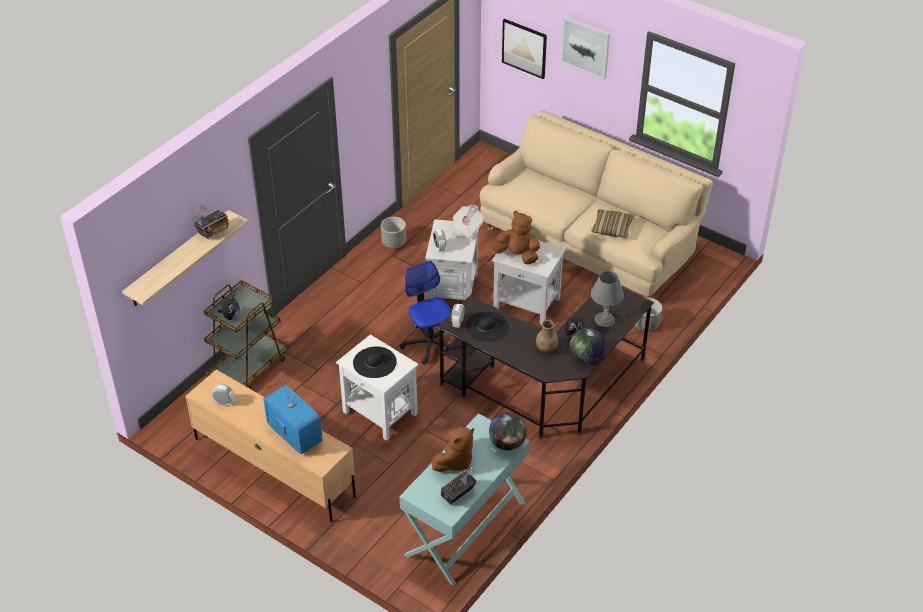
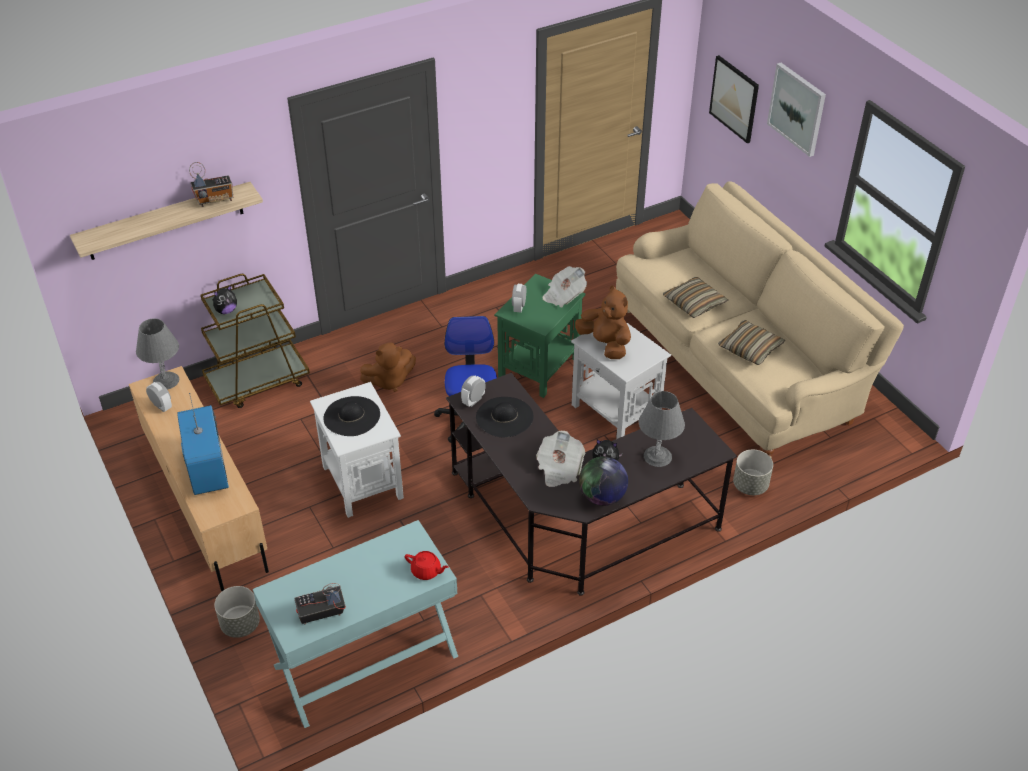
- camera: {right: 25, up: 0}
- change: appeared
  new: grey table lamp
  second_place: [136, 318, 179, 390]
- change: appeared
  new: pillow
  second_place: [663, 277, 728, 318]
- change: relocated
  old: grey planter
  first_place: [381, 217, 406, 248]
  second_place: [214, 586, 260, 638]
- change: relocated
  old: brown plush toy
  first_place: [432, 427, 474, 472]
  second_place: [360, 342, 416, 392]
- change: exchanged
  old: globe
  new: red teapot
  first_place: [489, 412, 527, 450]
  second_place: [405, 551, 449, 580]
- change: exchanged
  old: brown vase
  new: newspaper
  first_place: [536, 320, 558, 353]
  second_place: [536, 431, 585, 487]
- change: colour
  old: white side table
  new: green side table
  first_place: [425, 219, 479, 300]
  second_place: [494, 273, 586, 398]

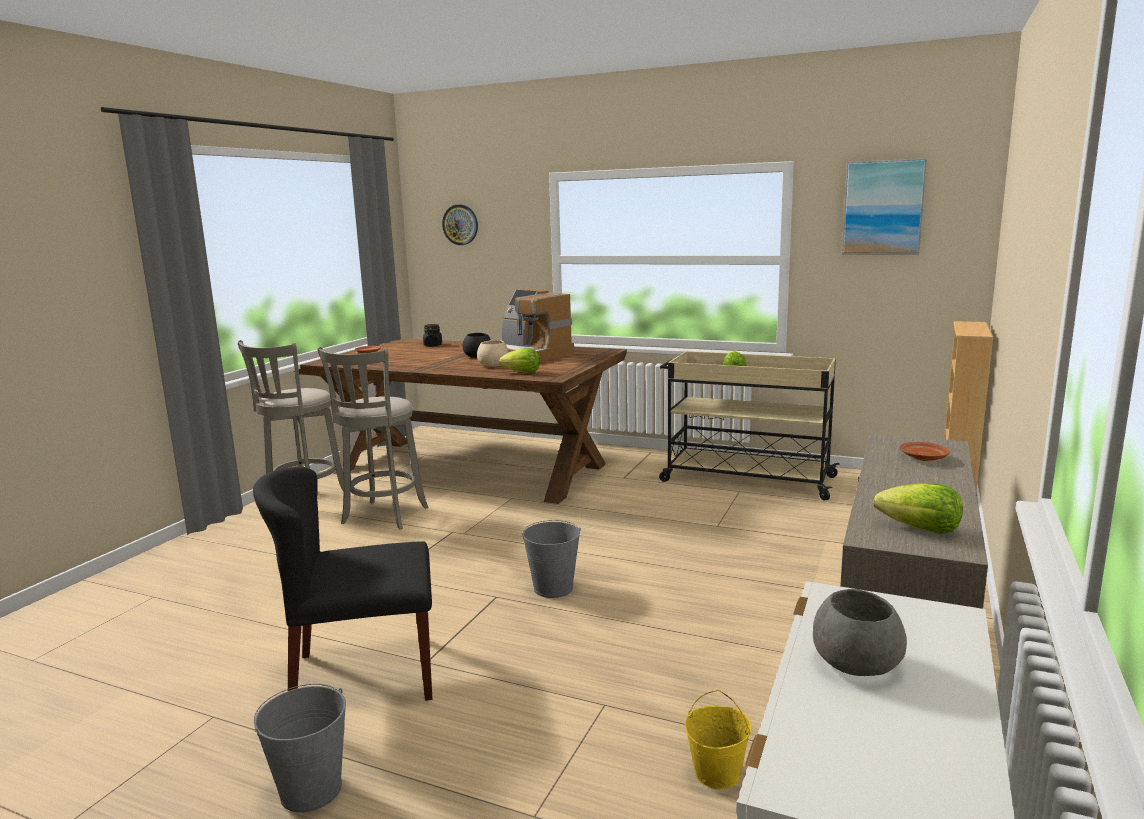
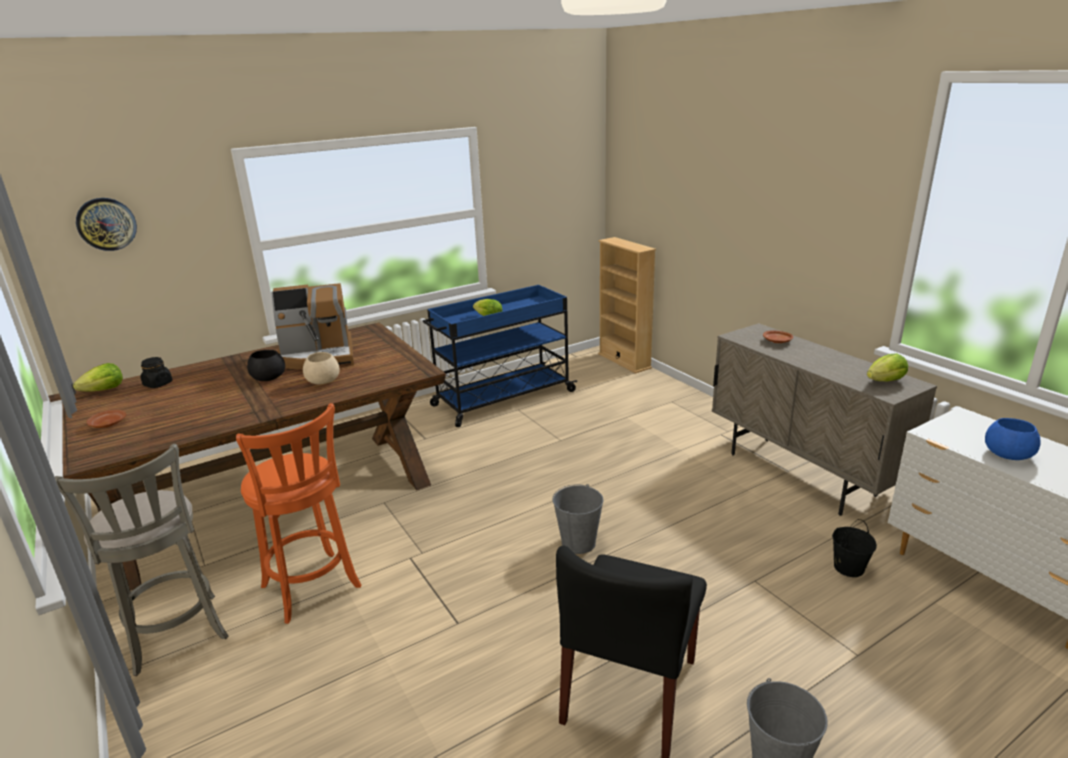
- camera: {right: -55, up: 10}
- change: missing
  old: picture
  first_place: [842, 158, 927, 255]
- change: relocated
  old: lettuce
  first_place: [499, 348, 540, 373]
  second_place: [73, 363, 123, 391]
- change: colour
  old: grey stool
  new: orange stool
  first_place: [318, 347, 429, 530]
  second_place: [236, 403, 362, 624]
- change: colour
  old: beige cart
  new: blue cart
  first_place: [659, 351, 840, 501]
  second_place: [423, 285, 577, 427]
- change: colour
  old: yellow bucket
  new: black bucket
  first_place: [685, 690, 751, 789]
  second_place: [832, 519, 877, 577]
- change: colour
  old: grey bowl
  new: blue bowl
  first_place: [813, 589, 907, 676]
  second_place: [985, 418, 1041, 460]

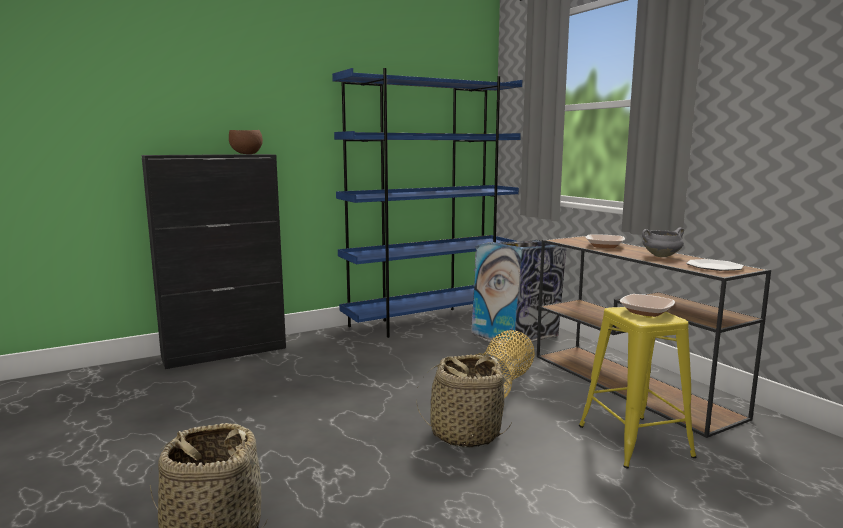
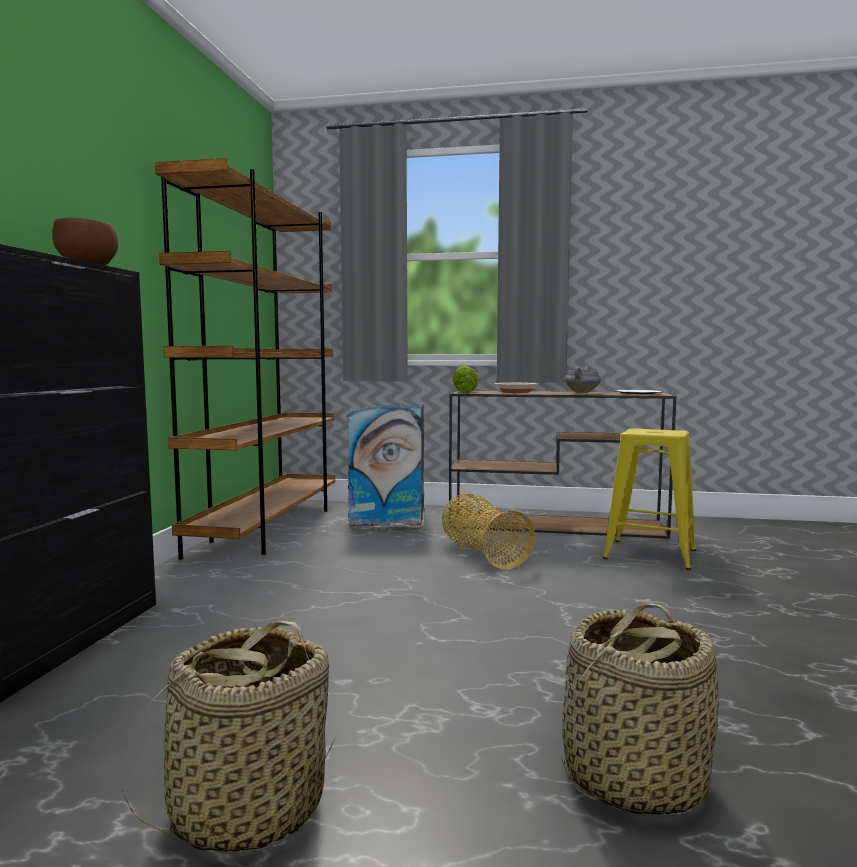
- camera: {right: -50, up: -5}
- change: missing
  old: bowl
  first_place: [620, 294, 675, 317]
- change: appeared
  new: lettuce
  second_place: [452, 366, 479, 392]
- change: relocated
  old: basket
  first_place: [416, 354, 511, 448]
  second_place: [120, 621, 335, 852]
- change: colour
  old: blue bookcase
  new: brown bookcase
  first_place: [332, 68, 522, 338]
  second_place: [155, 158, 335, 560]

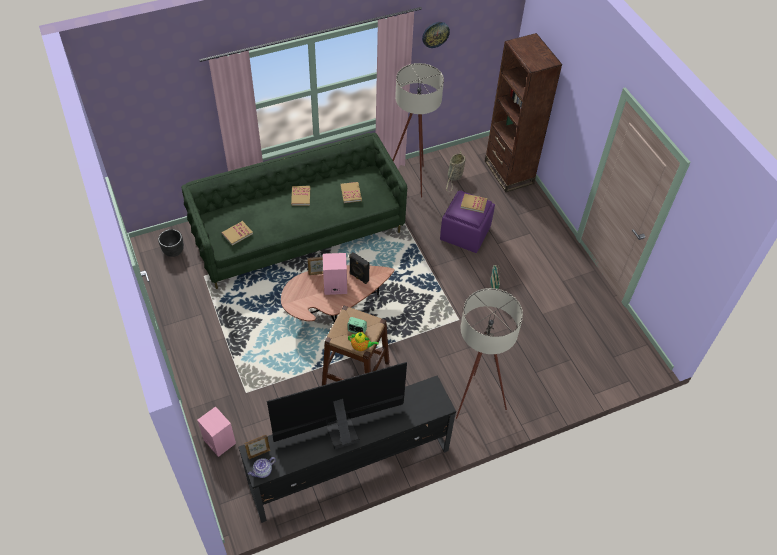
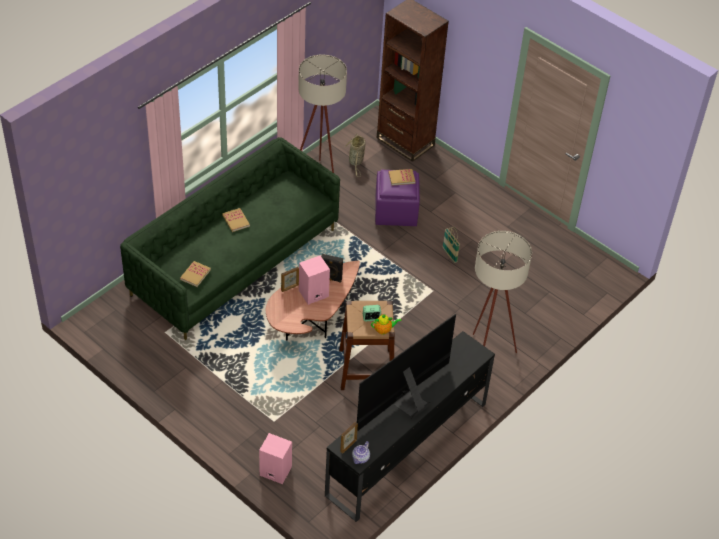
- camera: {right: -25, up: -5}
- change: missing
  old: black planter
  first_place: [158, 229, 184, 257]
- change: missing
  old: book
  first_place: [340, 182, 362, 203]
- change: missing
  old: wall clock
  first_place: [422, 22, 450, 48]

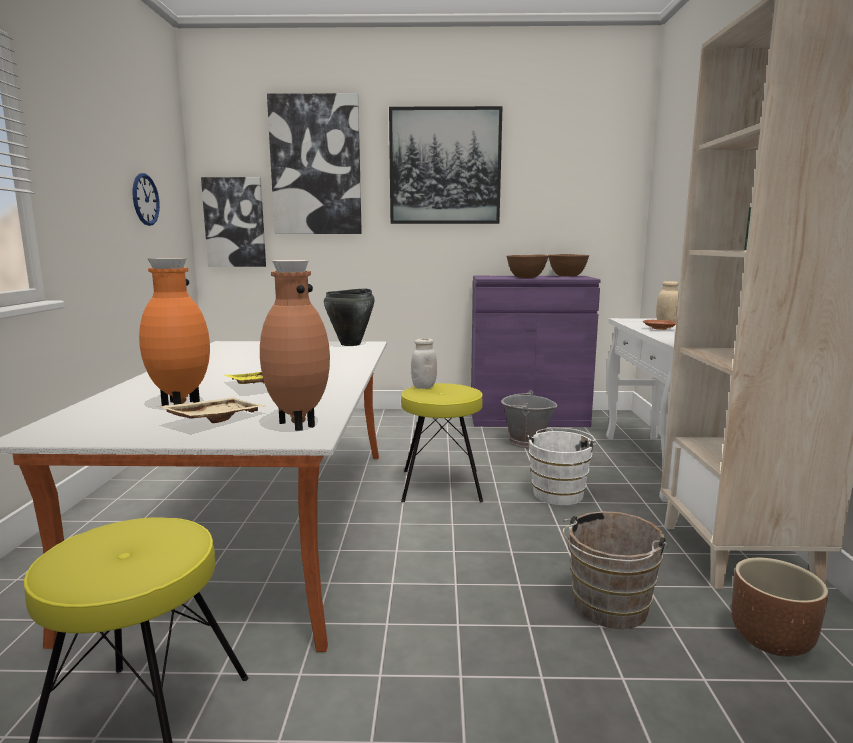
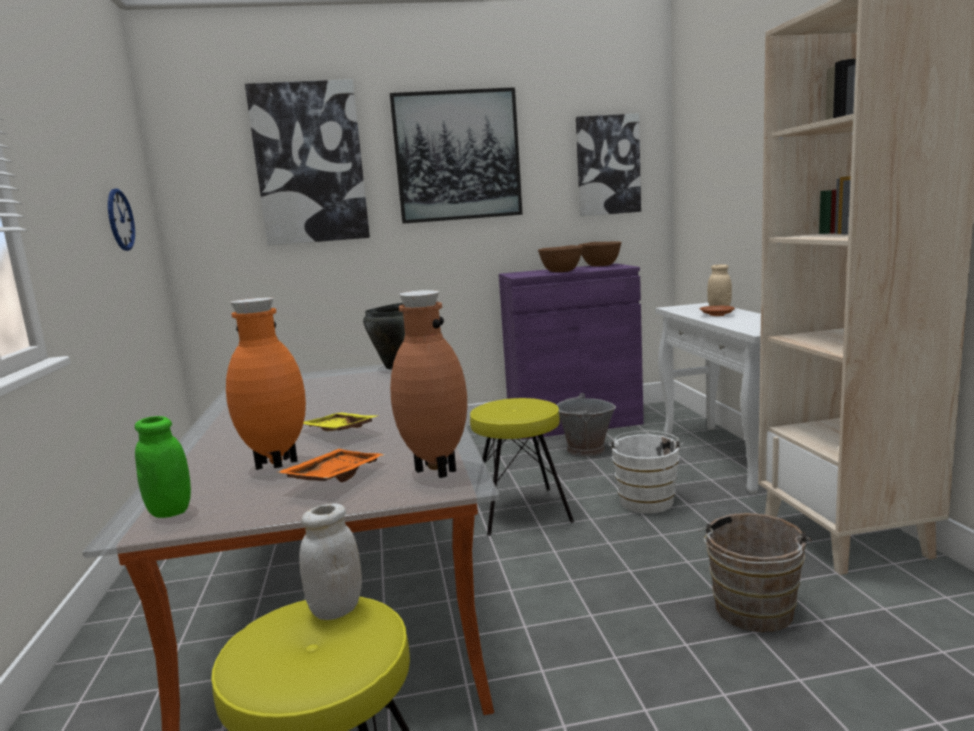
- camera: {right: -10, up: 0}
- change: missing
  old: brown planter
  first_place: [731, 558, 828, 657]
- change: appeared
  new: green jar
  second_place: [135, 416, 191, 518]
- change: relocated
  old: picture
  first_place: [201, 177, 266, 267]
  second_place: [576, 113, 641, 216]
- change: relocated
  old: white jar
  first_place: [411, 338, 437, 389]
  second_place: [299, 504, 362, 620]
- change: colour
  old: beige tray
  new: orange tray
  first_place: [157, 397, 265, 423]
  second_place: [277, 449, 386, 482]

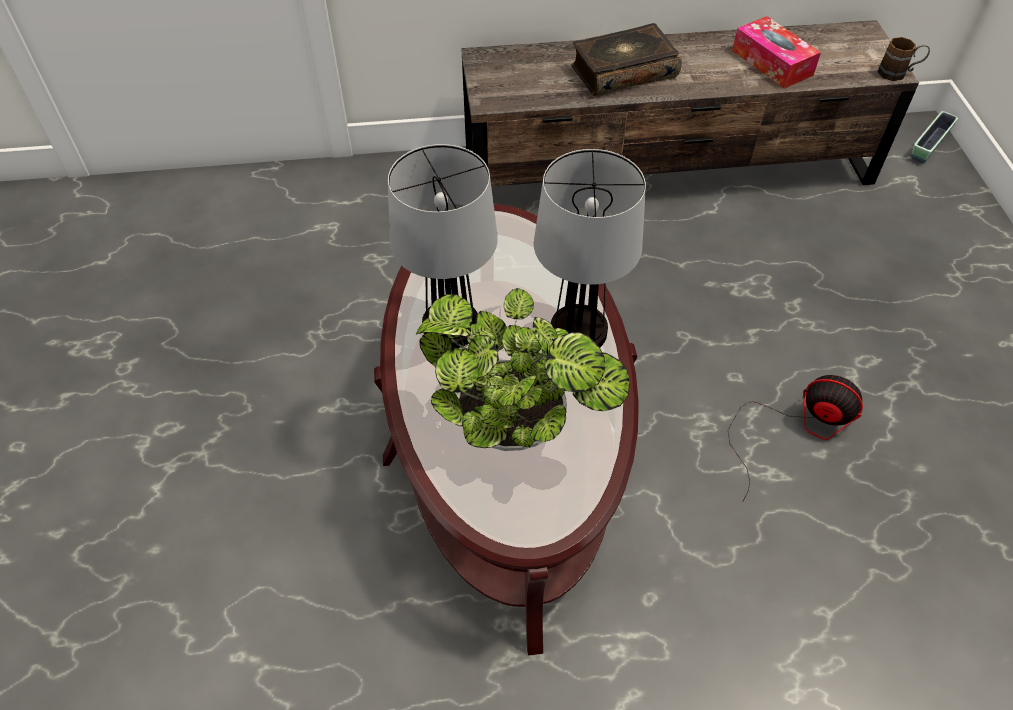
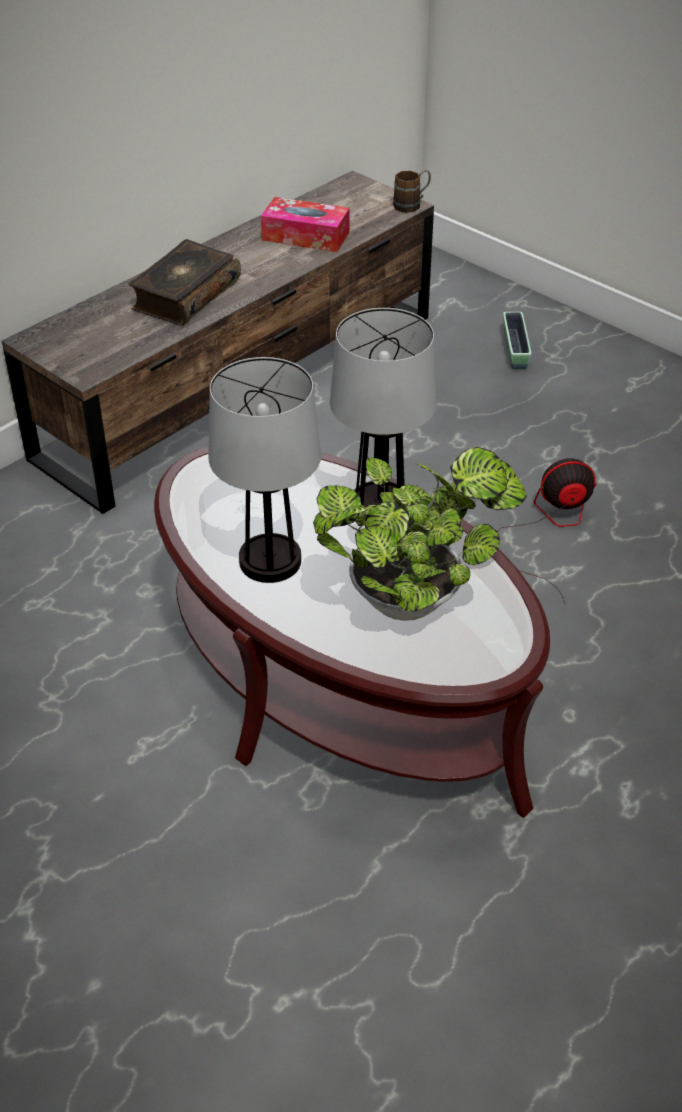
- camera: {right: -40, up: -10}
- change: relocated
  old: planter
  first_place: [911, 111, 958, 163]
  second_place: [503, 312, 531, 369]

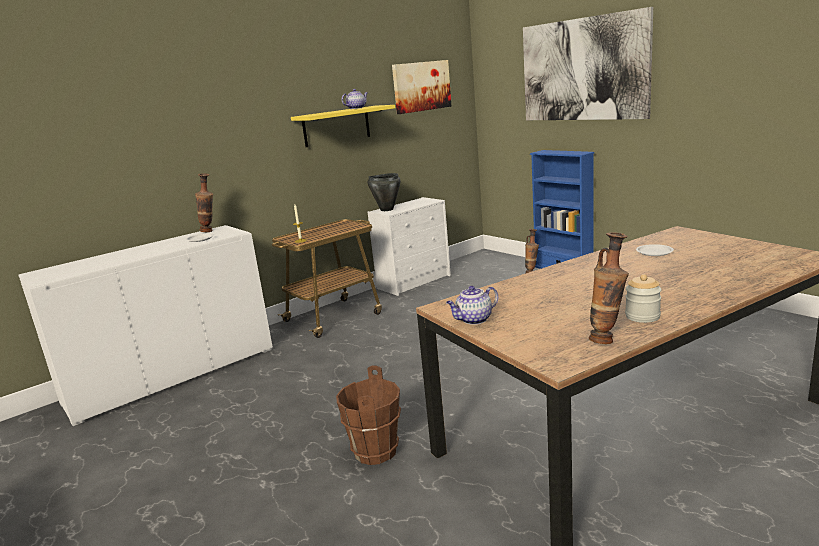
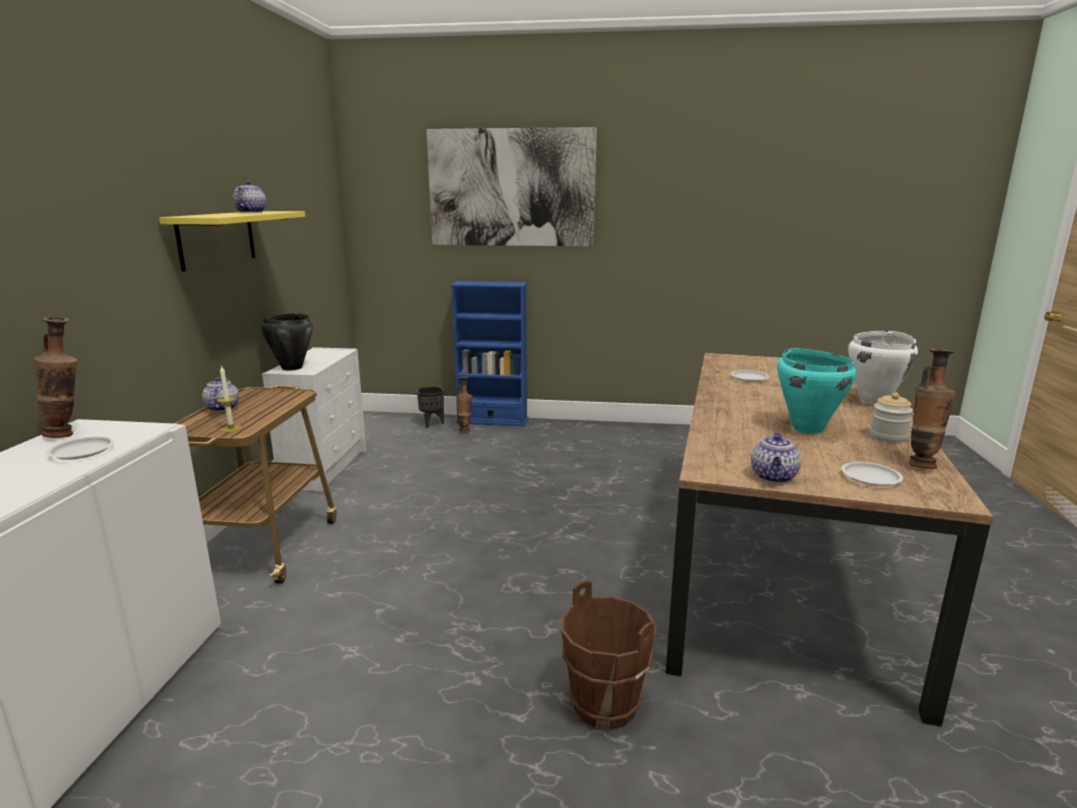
- camera: {right: -45, up: 0}
- change: missing
  old: picture
  first_place: [392, 60, 451, 114]
- change: appeared
  new: teapot
  second_place: [202, 377, 239, 412]
- change: appeared
  new: black planter
  second_place: [417, 386, 444, 428]
- change: appeared
  new: turquoise cooking pot
  second_place: [777, 348, 857, 434]
- change: appeared
  new: white plate
  second_place: [842, 462, 903, 486]
- change: appeared
  new: white cooking pot
  second_place: [848, 331, 918, 405]

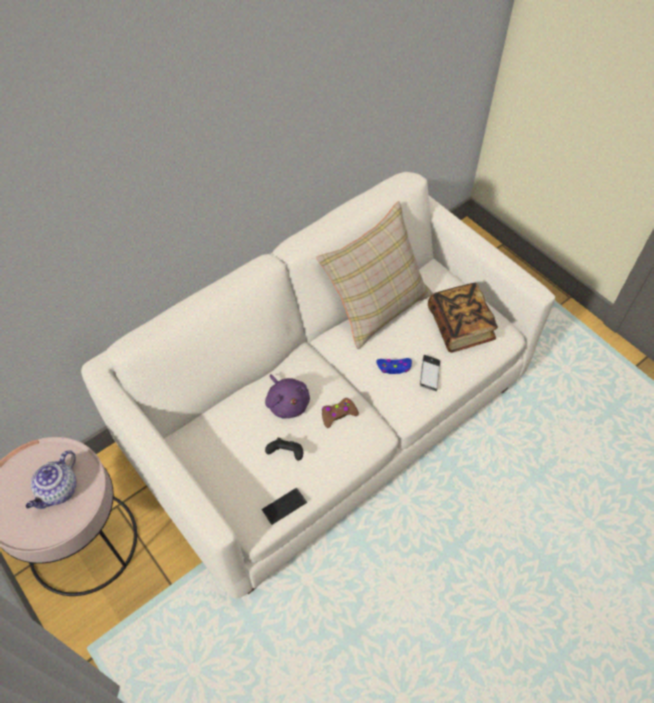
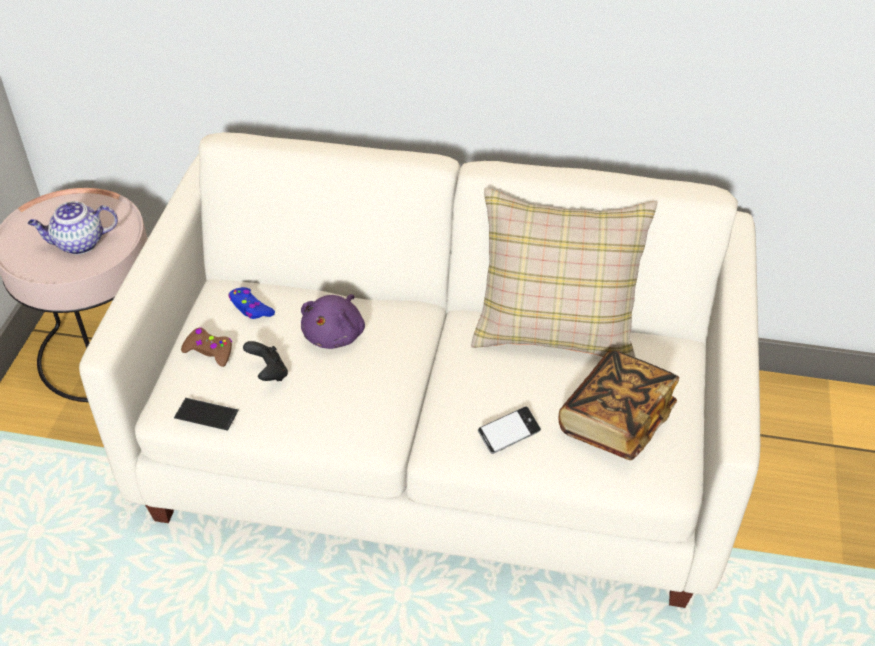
- camera: {right: 50, up: -10}
- change: relocated
  old: brown game controller
  first_place: [322, 398, 359, 428]
  second_place: [181, 327, 232, 367]
- change: relocated
  old: blue game controller
  first_place: [376, 358, 412, 374]
  second_place: [228, 287, 275, 319]

